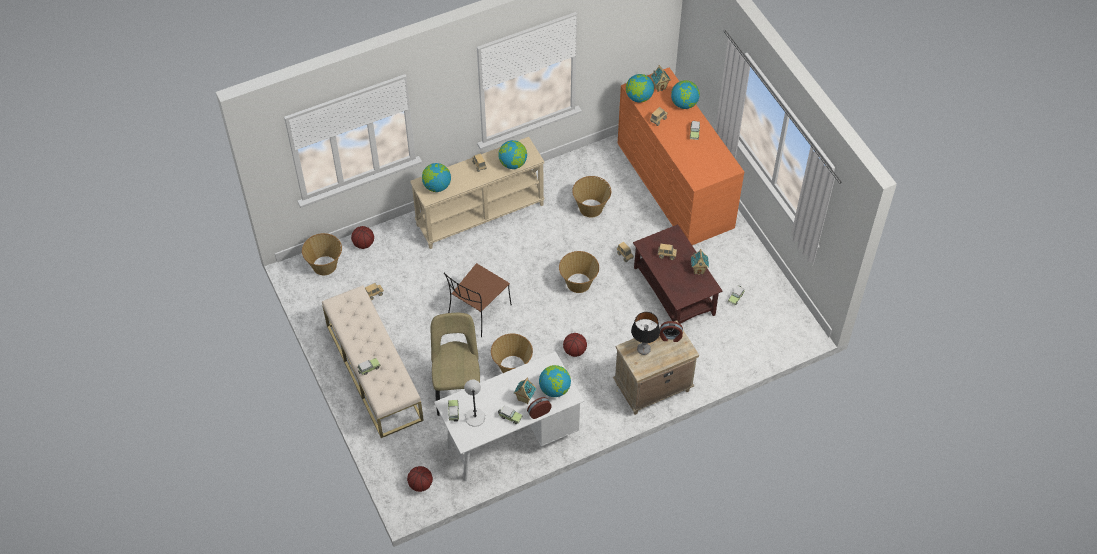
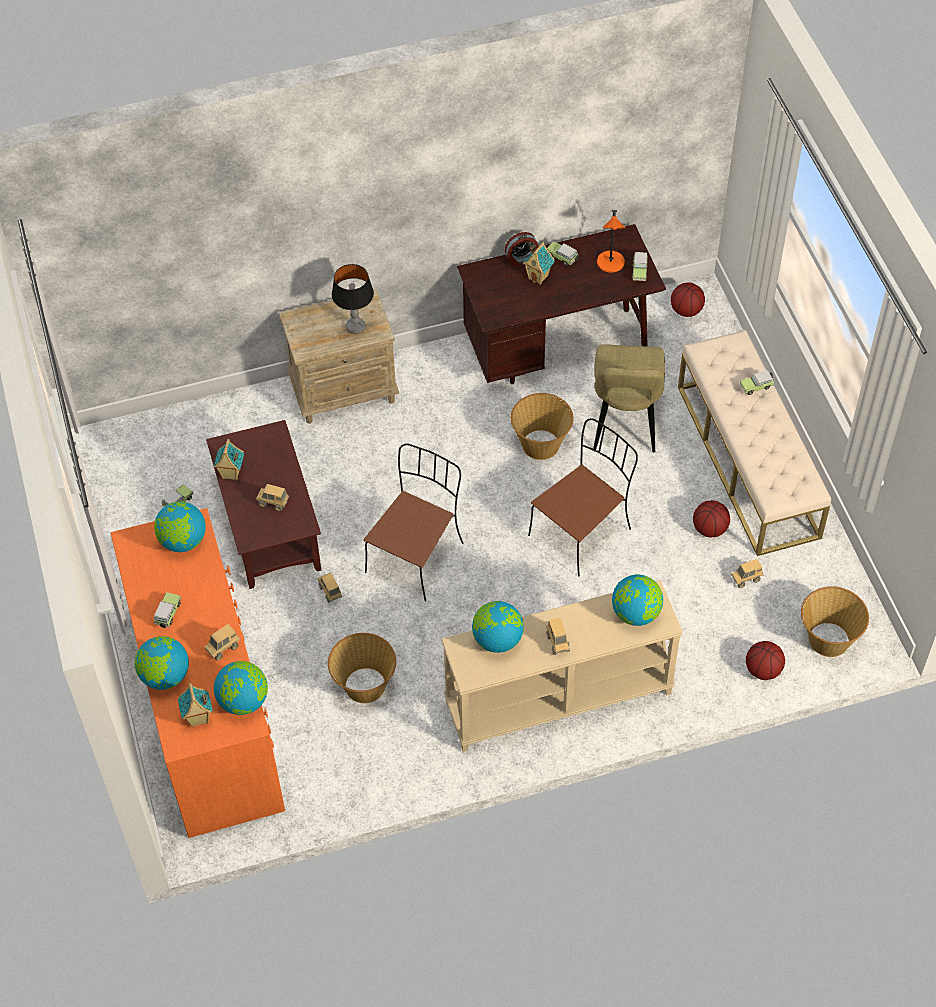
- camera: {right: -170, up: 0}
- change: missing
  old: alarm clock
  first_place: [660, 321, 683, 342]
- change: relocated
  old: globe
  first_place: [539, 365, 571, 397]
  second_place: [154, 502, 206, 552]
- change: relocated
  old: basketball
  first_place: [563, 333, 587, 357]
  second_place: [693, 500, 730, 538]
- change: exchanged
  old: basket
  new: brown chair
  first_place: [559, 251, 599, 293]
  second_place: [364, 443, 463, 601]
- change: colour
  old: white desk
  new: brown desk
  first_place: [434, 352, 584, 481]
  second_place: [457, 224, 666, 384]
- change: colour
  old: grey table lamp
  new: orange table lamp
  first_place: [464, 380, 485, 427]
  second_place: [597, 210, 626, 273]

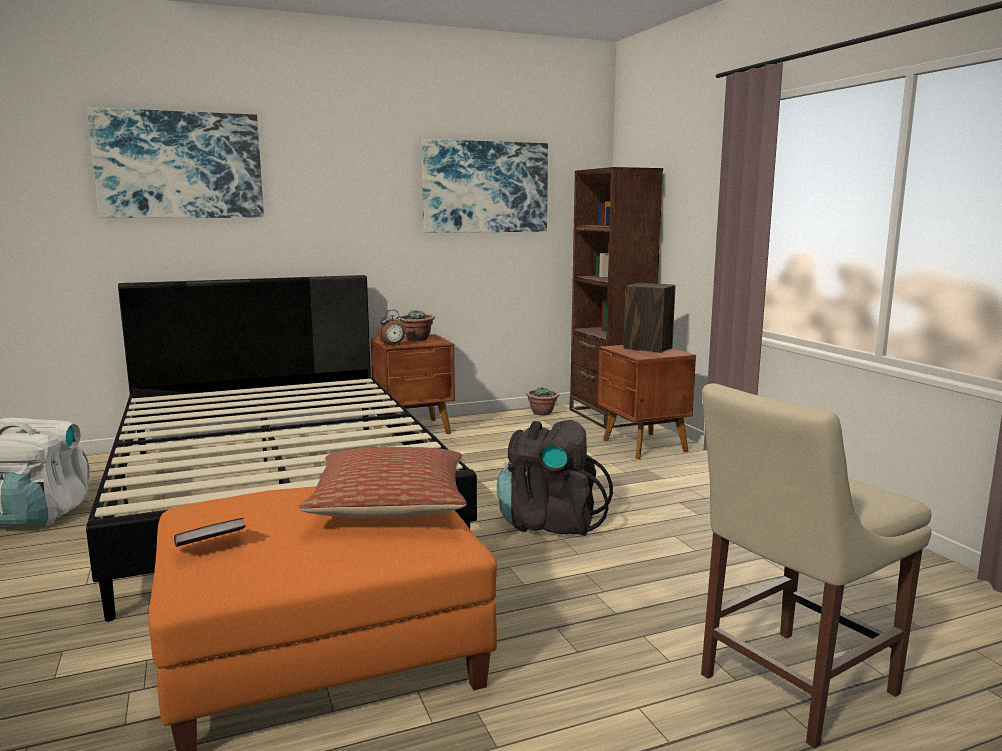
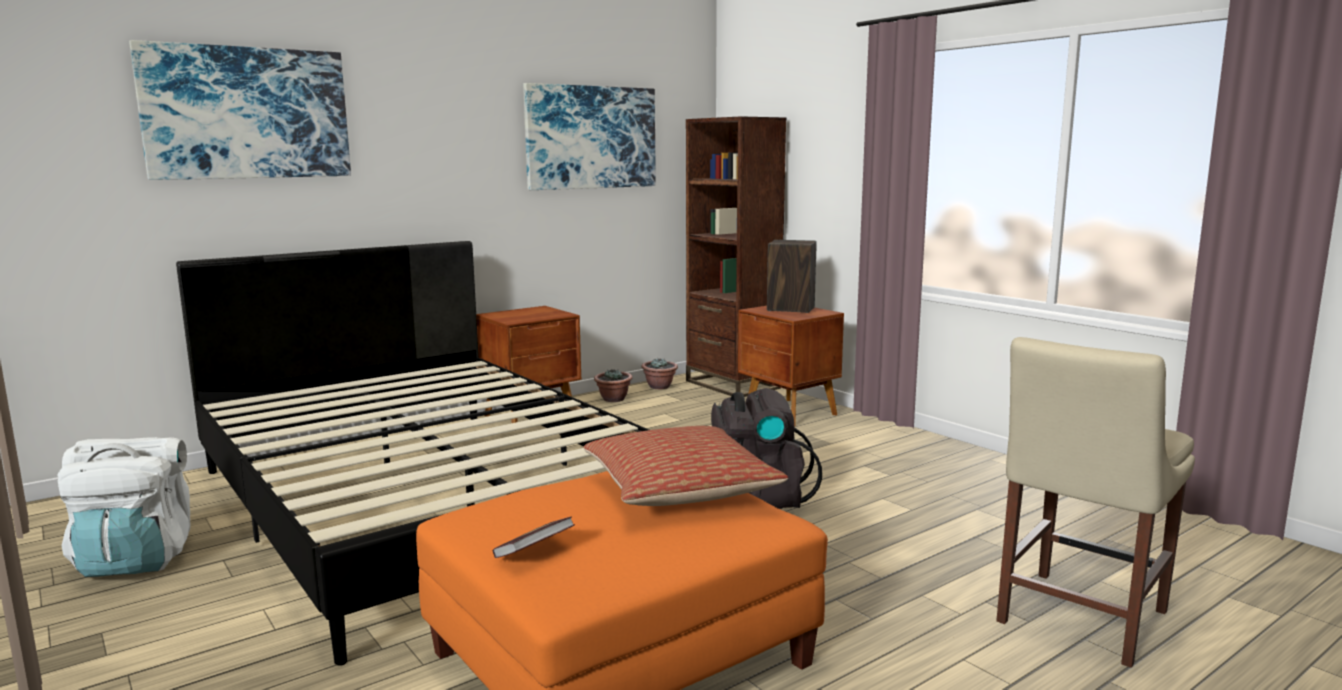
- camera: {right: -15, up: 0}
- change: missing
  old: alarm clock
  first_place: [377, 310, 405, 346]
- change: relocated
  old: potted plant
  first_place: [400, 310, 435, 341]
  second_place: [594, 369, 633, 402]

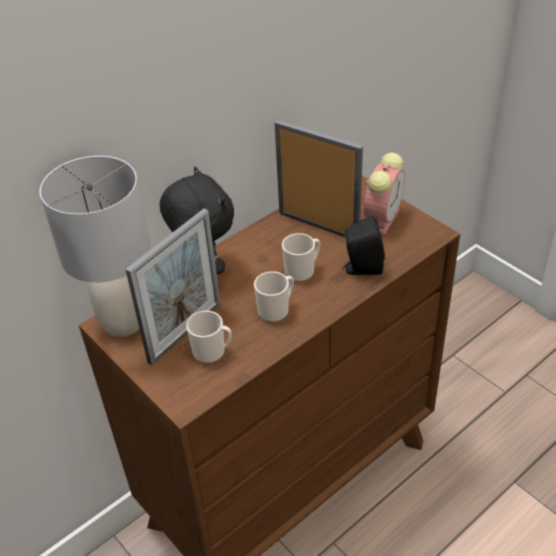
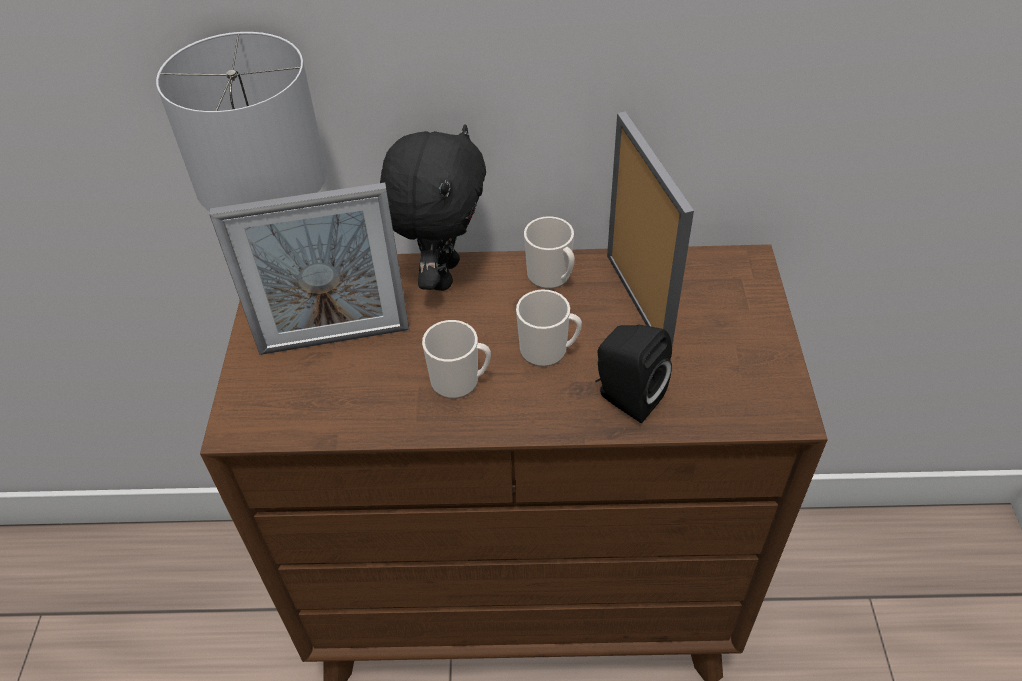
- camera: {right: 40, up: 5}
- change: missing
  old: alarm clock
  first_place: [364, 153, 405, 235]
- change: relocated
  old: mug
  first_place: [186, 311, 232, 363]
  second_place: [524, 216, 575, 289]

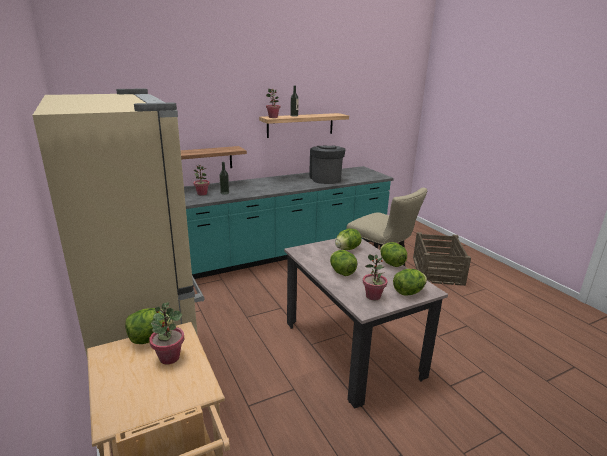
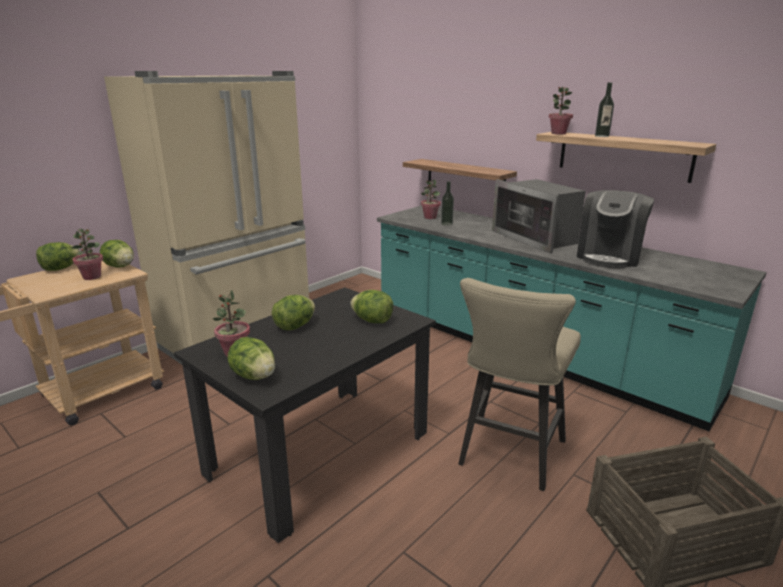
- camera: {right: 70, up: 0}
- change: appeared
  new: microwave
  second_place: [492, 179, 586, 254]
- change: relocated
  old: lettuce
  first_place: [380, 242, 407, 267]
  second_place: [36, 242, 80, 271]
- change: colour
  old: beige dining table
  new: black dining table
  first_place: [284, 238, 448, 409]
  second_place: [174, 287, 436, 543]
- change: spun
  old: coffee machine
  first_place: [309, 146, 345, 184]
  second_place: [577, 190, 654, 268]
  degrees: 150

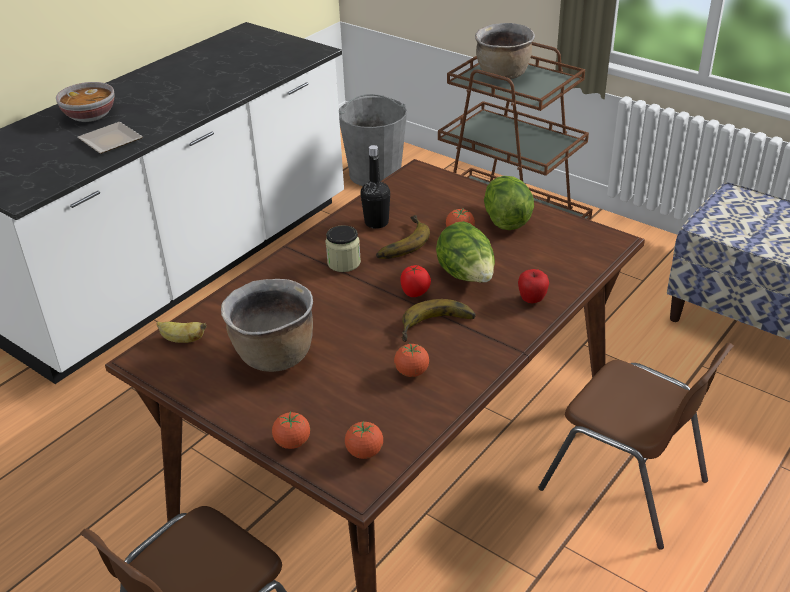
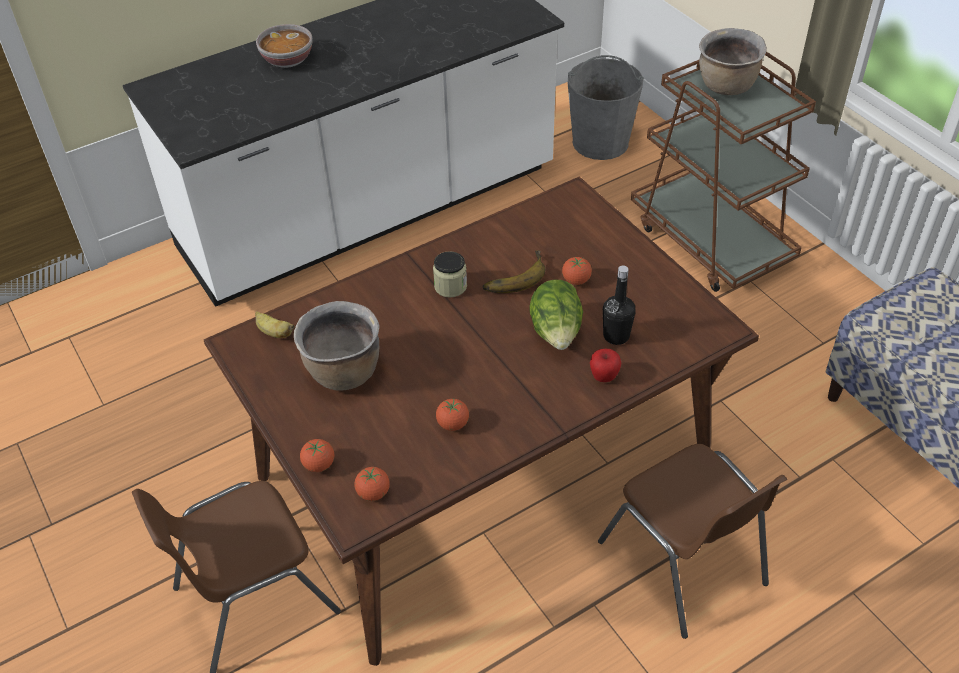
- camera: {right: 20, up: 10}
- change: missing
  old: plate
  first_place: [77, 122, 143, 154]
- change: missing
  old: tomato
  first_place: [400, 265, 431, 297]
- change: missing
  old: banana
  first_place: [402, 299, 476, 342]
- change: missing
  old: lettuce
  first_place: [484, 176, 534, 230]
- change: relocated
  old: black bottle
  first_place: [361, 145, 390, 229]
  second_place: [603, 266, 636, 345]

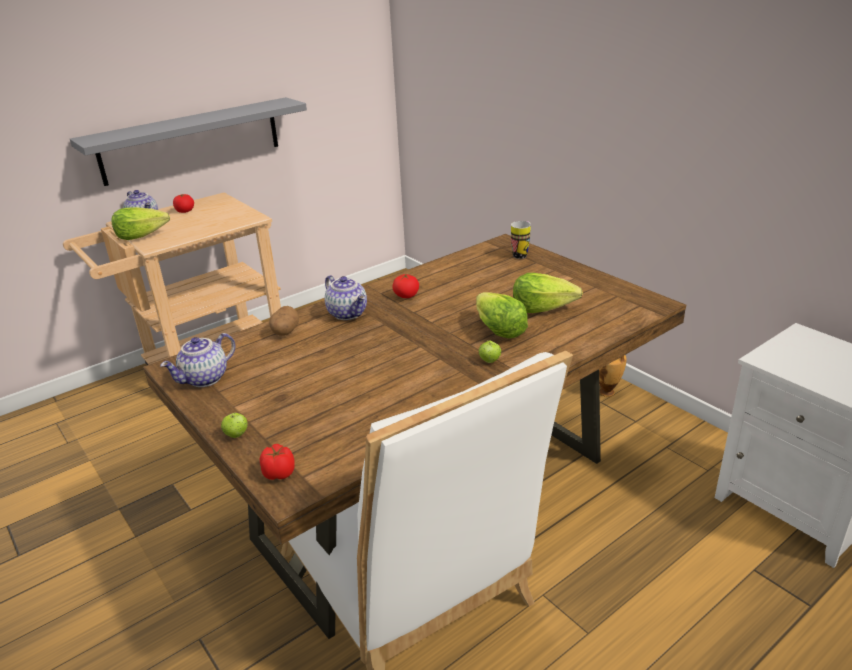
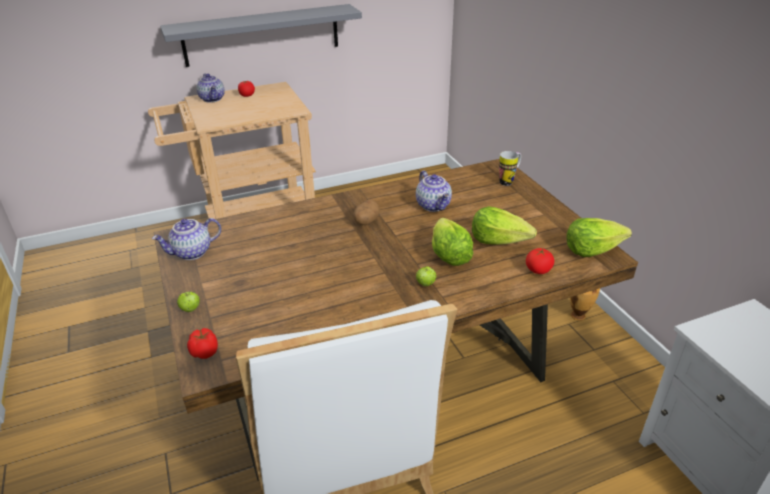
- camera: {right: 15, up: 5}
- change: relocated
  old: lettuce
  first_place: [111, 207, 170, 240]
  second_place: [566, 218, 632, 257]
- change: relocated
  old: potato
  first_place: [269, 306, 299, 336]
  second_place: [354, 200, 380, 225]
- change: relocated
  old: teapot
  first_place: [325, 275, 367, 320]
  second_place: [416, 171, 452, 212]
- change: relocated
  old: tomato
  first_place: [393, 274, 419, 298]
  second_place: [526, 248, 554, 274]

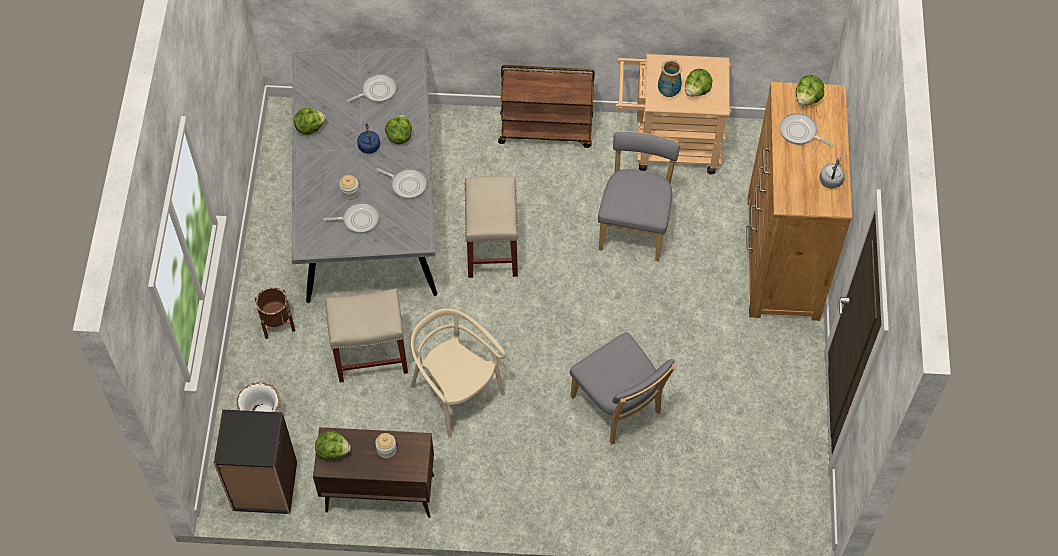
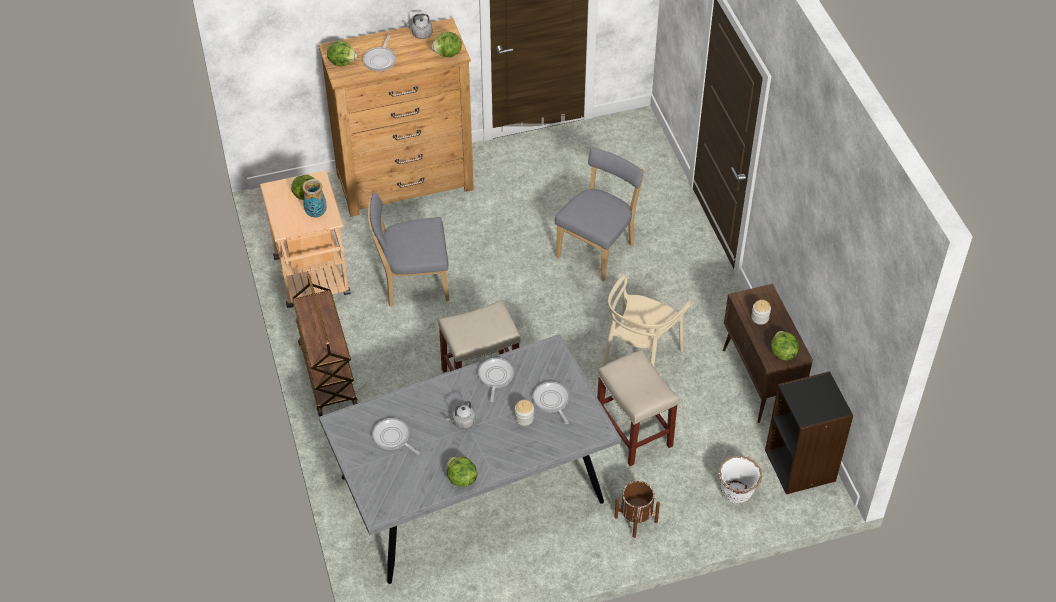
- camera: {right: -110, up: -10}
- change: relocated
  old: lettuce
  first_place: [385, 114, 412, 145]
  second_place: [431, 32, 462, 57]
- change: colour
  old: blue kettle
  new: grey kettle
  first_place: [357, 123, 380, 154]
  second_place: [446, 401, 476, 429]

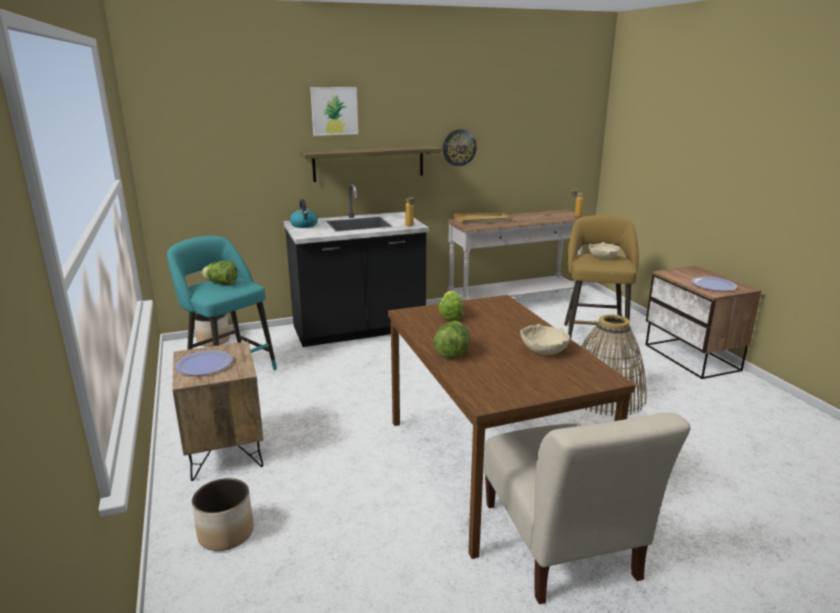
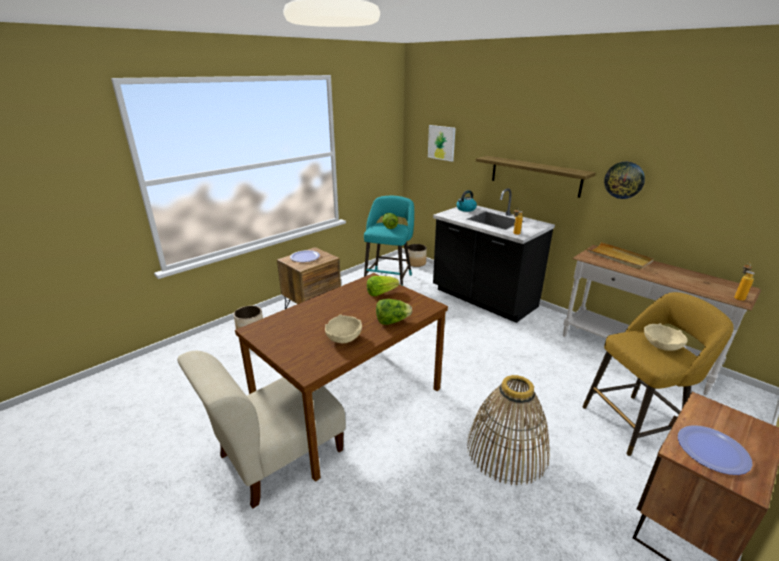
- camera: {right: 65, up: 5}
- change: relocated
  old: picture
  first_place: [310, 87, 358, 136]
  second_place: [428, 125, 456, 162]
- change: relocated
  old: lettuce
  first_place: [433, 321, 469, 359]
  second_place: [376, 299, 412, 325]

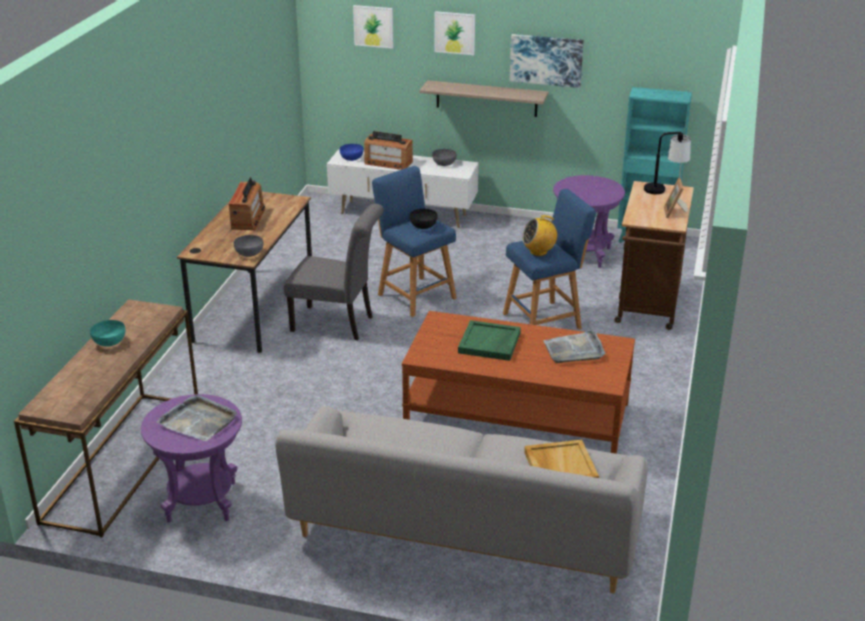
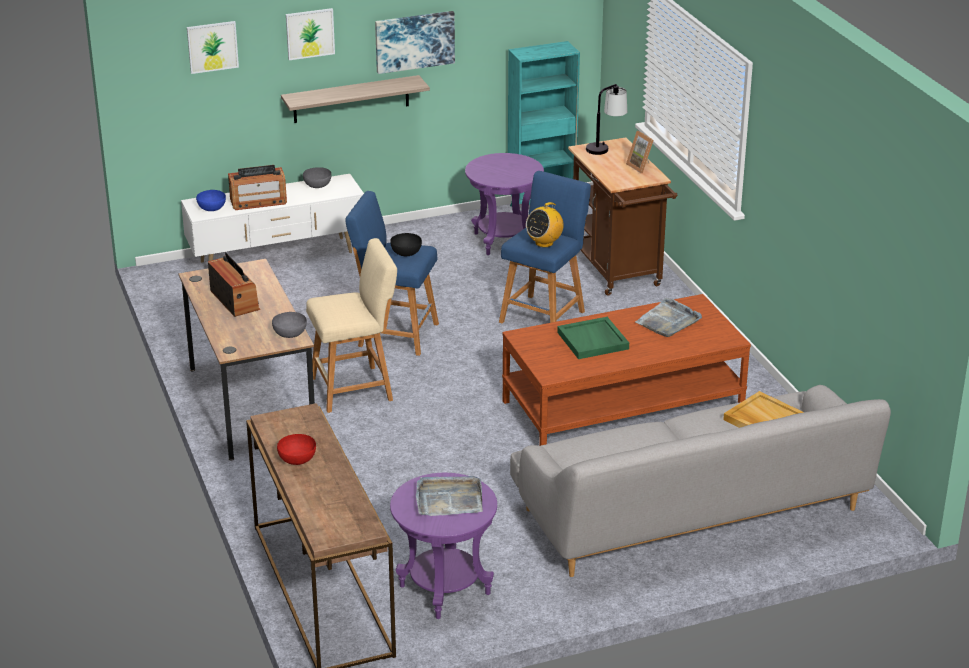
- camera: {right: -35, up: 0}
- change: exchanged
  old: grey chair
  new: beige stool
  first_place: [284, 204, 384, 340]
  second_place: [306, 238, 397, 413]
- change: colour
  old: turquoise bowl
  new: red bowl
  first_place: [90, 320, 126, 346]
  second_place: [277, 434, 316, 465]

